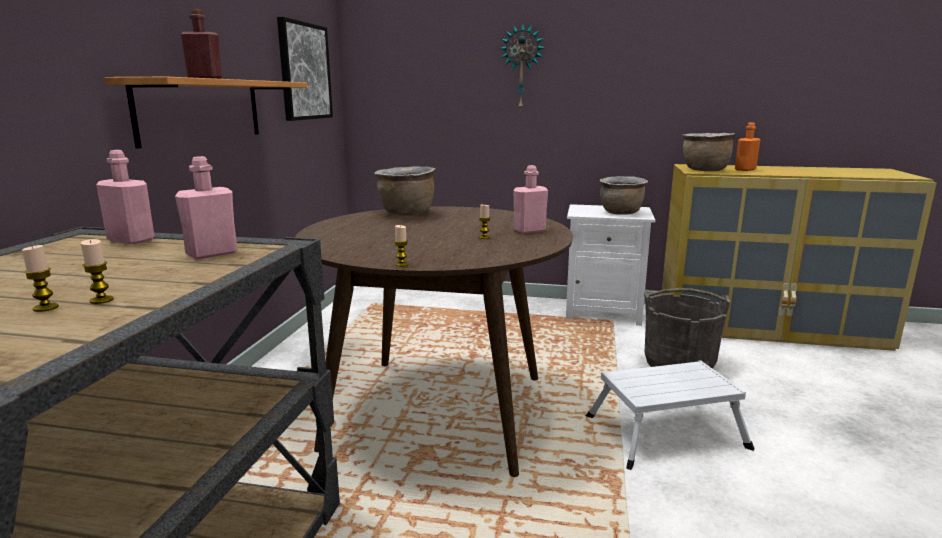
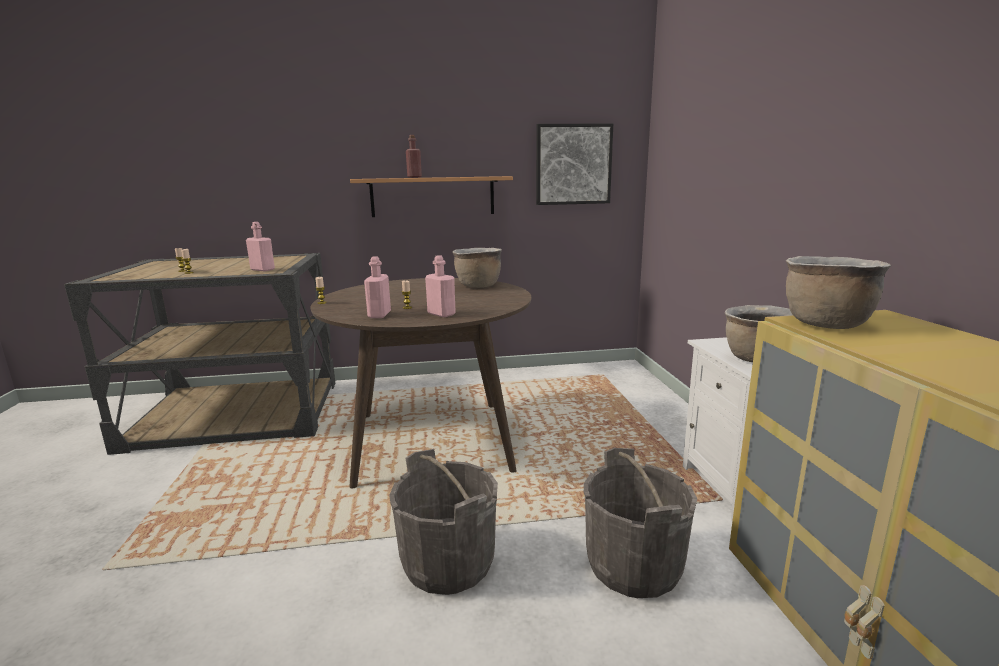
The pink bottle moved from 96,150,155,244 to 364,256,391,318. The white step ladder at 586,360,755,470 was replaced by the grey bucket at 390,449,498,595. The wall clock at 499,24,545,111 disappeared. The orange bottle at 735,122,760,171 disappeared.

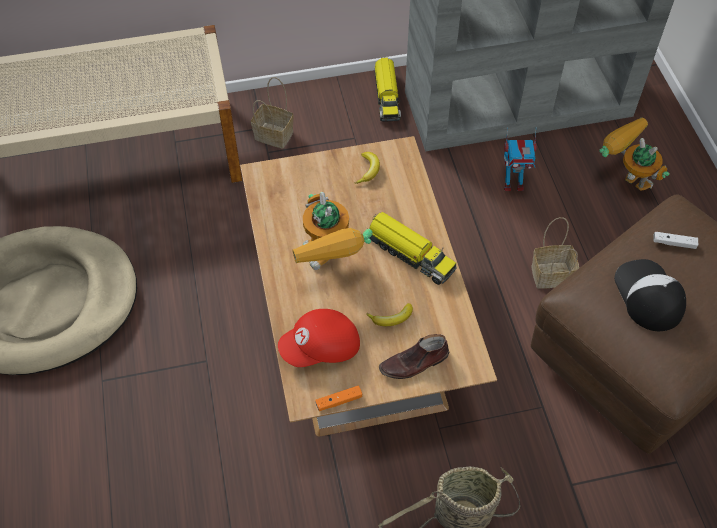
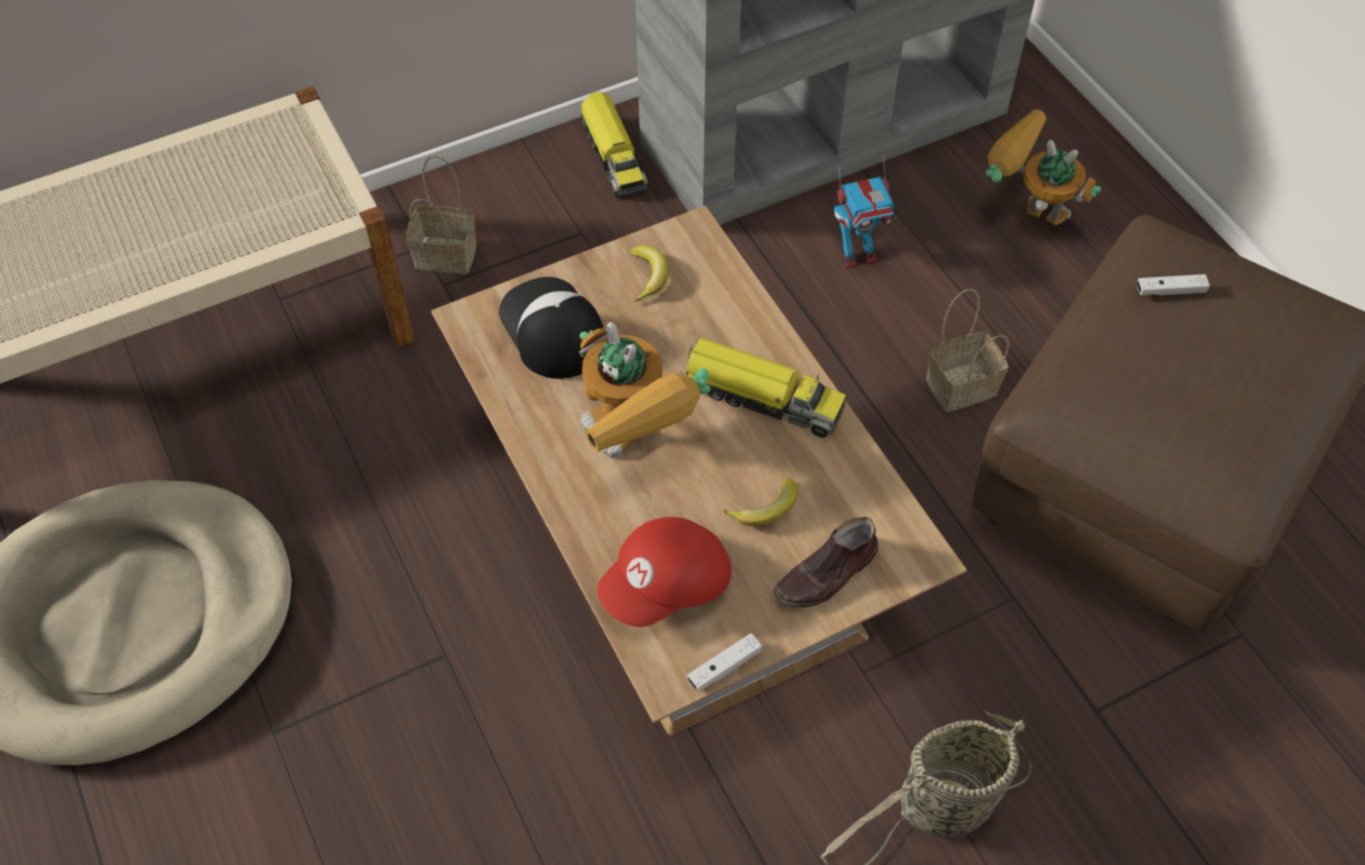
The cap moved from 614,259,686,331 to 499,277,604,379. The orange game controller at 315,385,362,411 became the white game controller at 687,633,762,692.

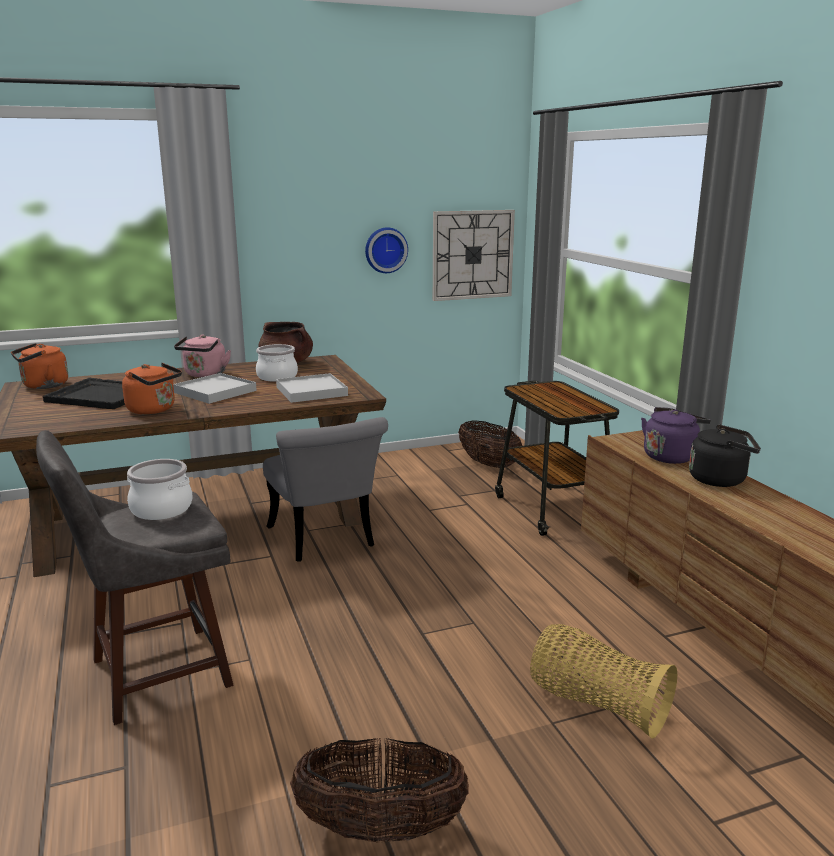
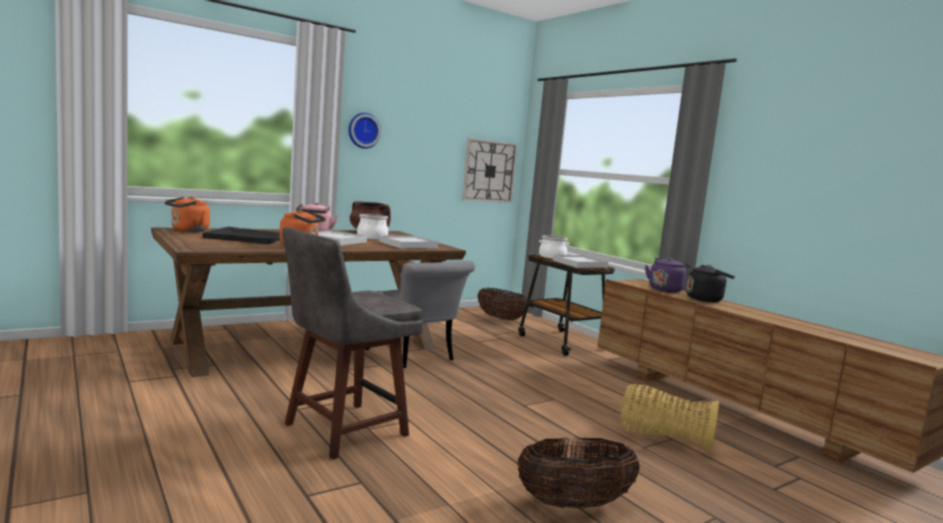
The wall clock moved from 365,227,408,273 to 348,113,381,149. The cooking pot moved from 127,459,192,520 to 539,236,569,259. The white tray at 553,255,608,268 appeared.

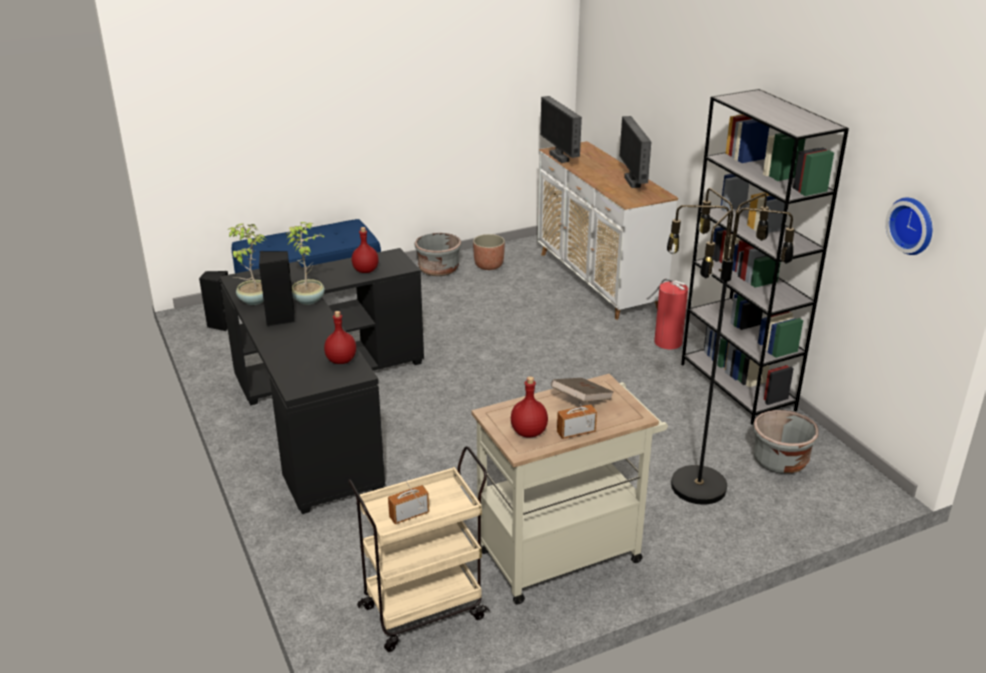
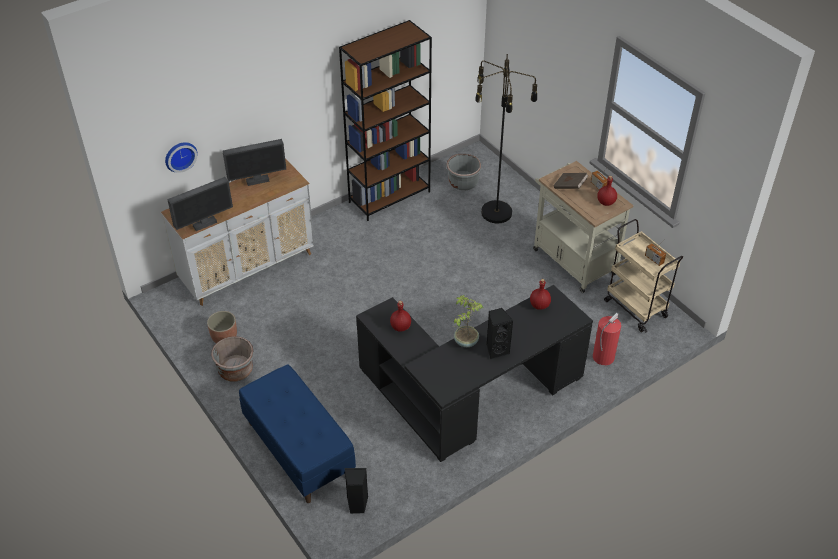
The wall clock moved from 885,198,932,255 to 165,142,197,173. The grey bookcase at 681,89,849,425 became the brown bookcase at 339,20,432,221. The fire extinguisher moved from 647,279,688,349 to 593,313,621,365. The potted plant at 227,223,266,305 disappeared.

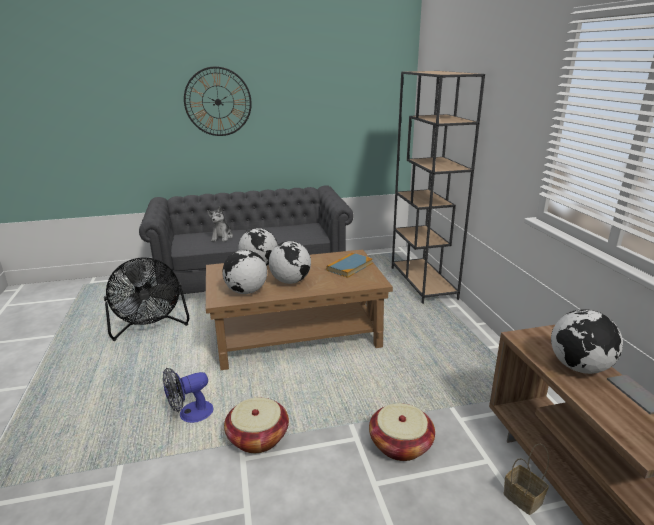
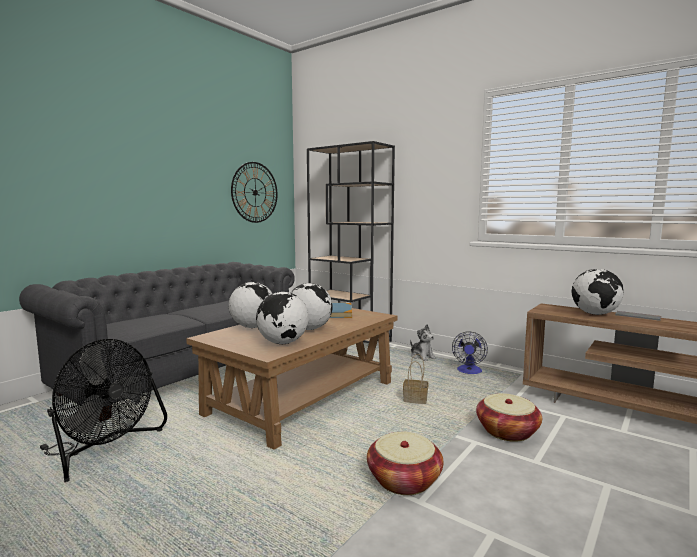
The wall clock moved from 184,66,252,136 to 231,162,278,223. The basket moved from 503,444,549,515 to 403,354,428,404. The plush toy moved from 207,206,233,242 to 410,324,436,361. The fan moved from 163,368,213,423 to 452,332,488,374.

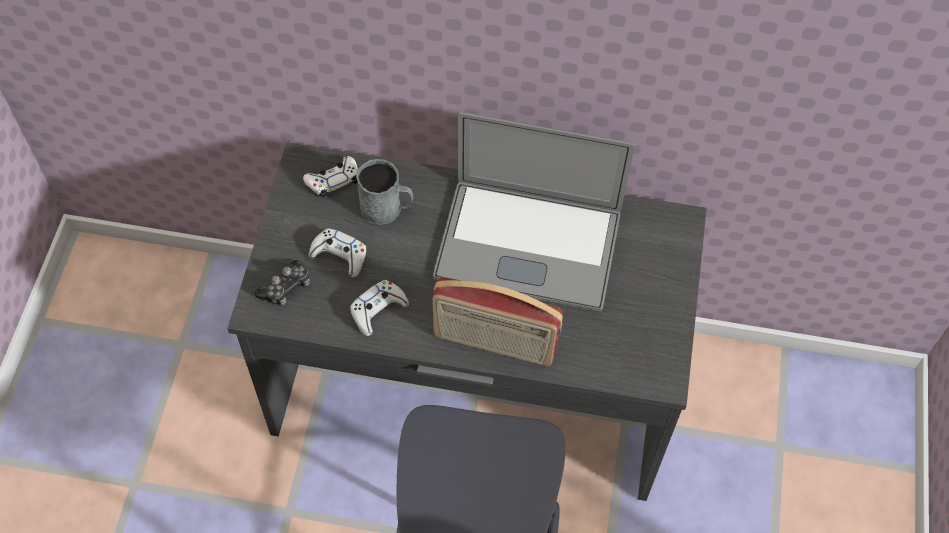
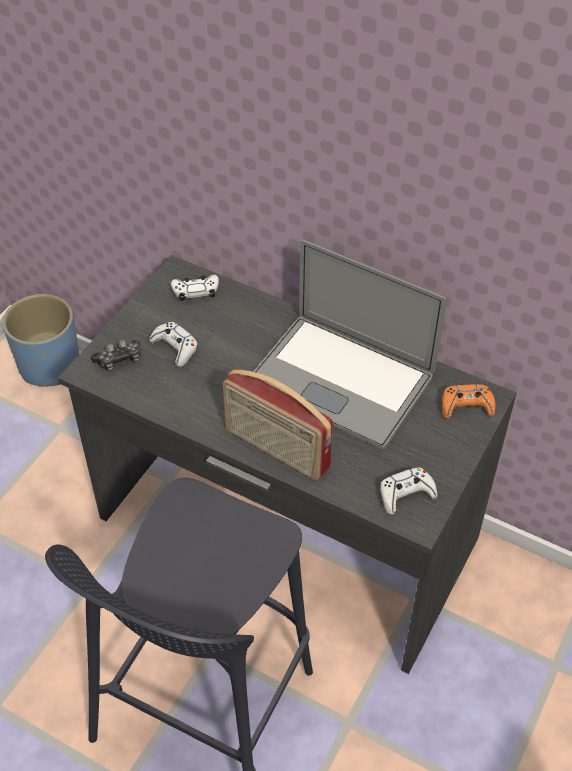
The blue planter at 2,294,79,387 appeared. The white game controller moved from 350,280,409,336 to 380,467,437,515. The orange game controller at 442,384,496,419 appeared. The grey mug at 356,159,413,225 disappeared.

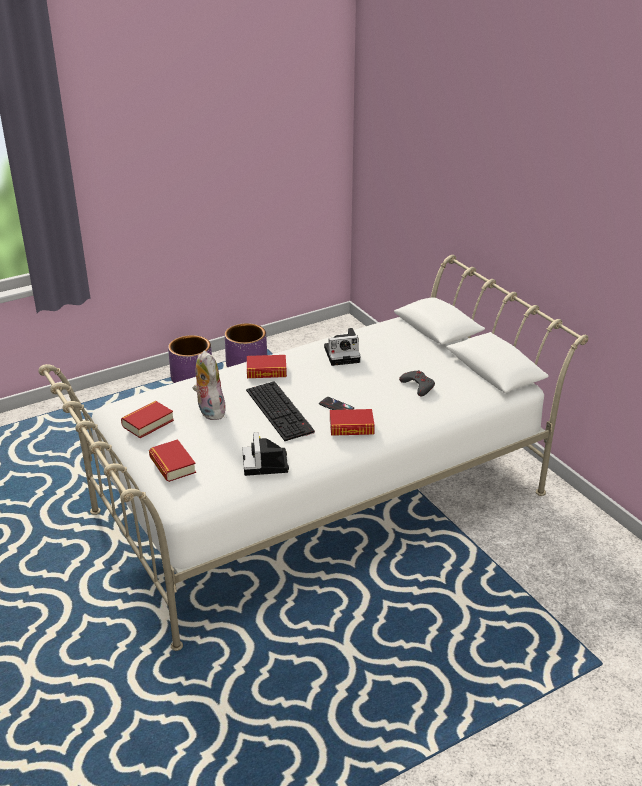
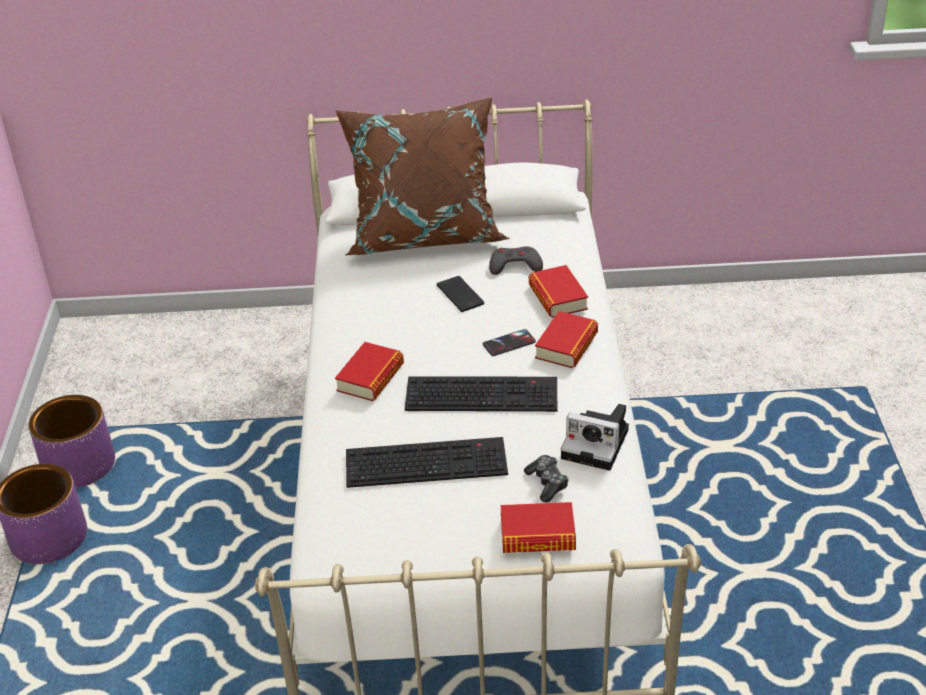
The brown pillow at 335,98,510,255 appeared. The plush toy at 193,351,226,420 was replaced by the keyboard at 346,437,508,488. The phone at 437,276,484,312 appeared. The game controller at 524,455,569,502 appeared. The book moved from 121,401,174,438 to 529,265,588,318. The photo camera at 324,328,361,366 disappeared.

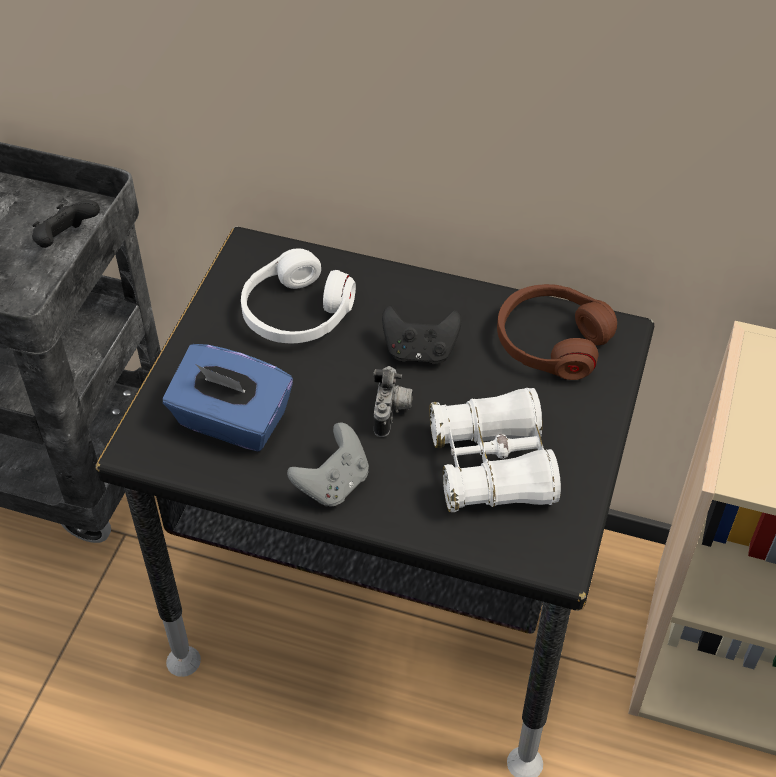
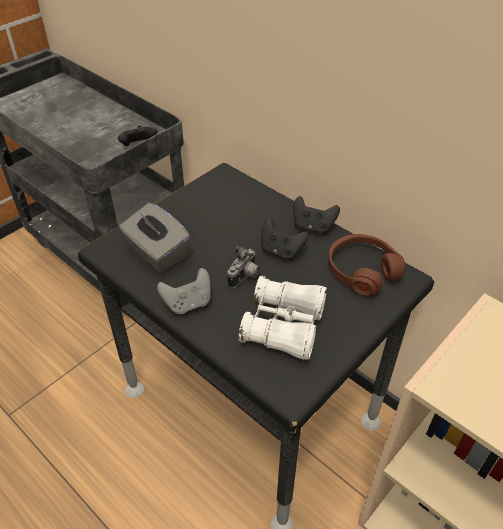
The blue tissue box at 163,344,293,451 became the grey tissue box at 119,203,190,272. The black game controller at 293,196,340,234 appeared. The white headphones at 241,249,356,343 disappeared.

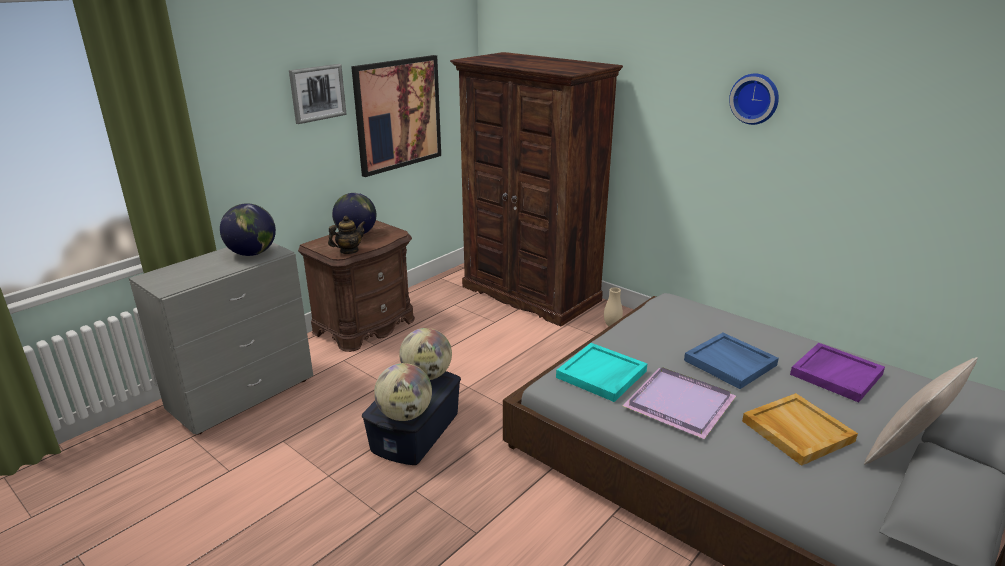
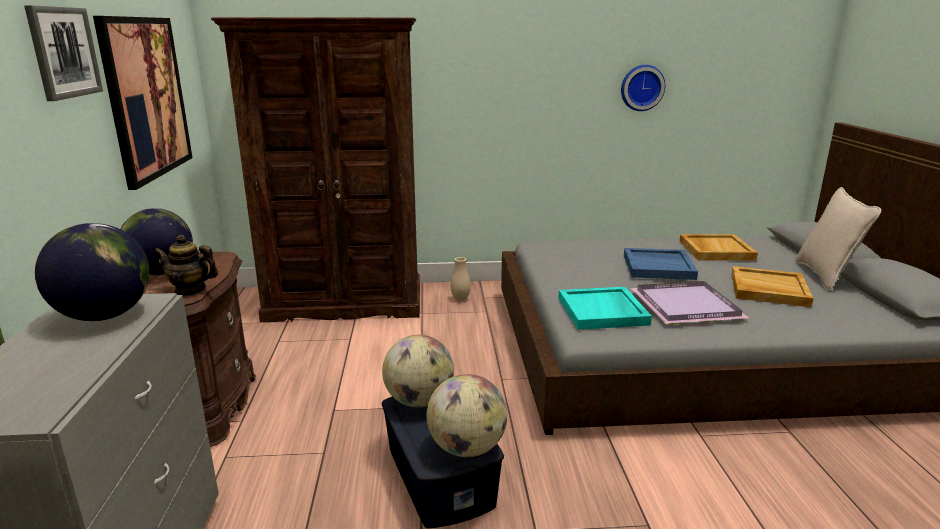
The teapot at 328,216,365,254 turned 90 degrees counterclockwise. The wall clock moved from 729,73,779,125 to 621,65,665,111. The purple tray at 790,343,885,402 became the beige tray at 679,234,758,260.

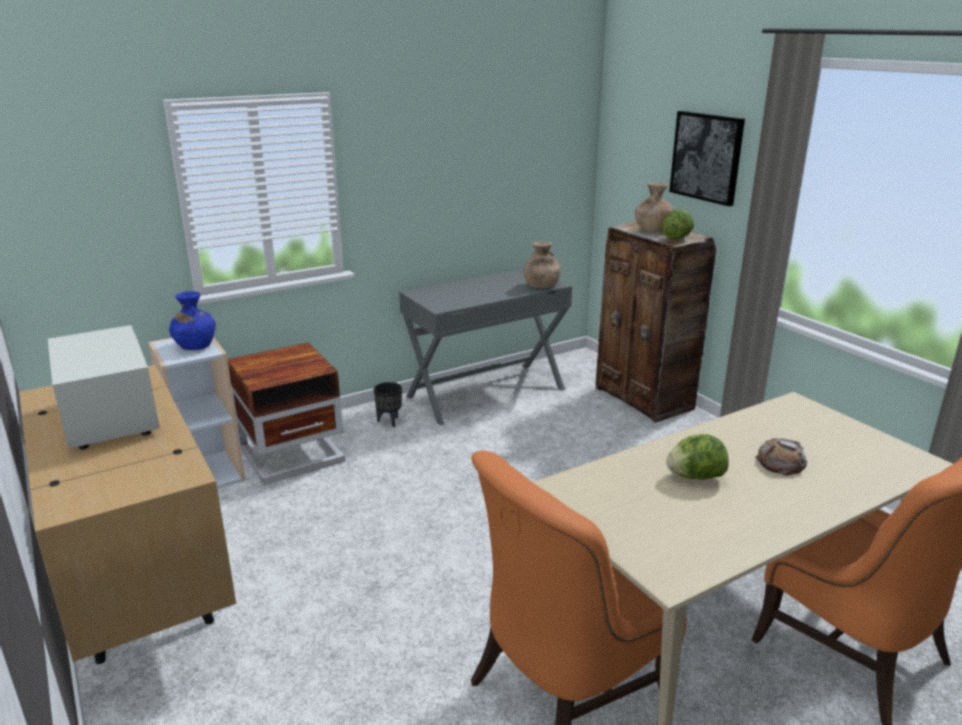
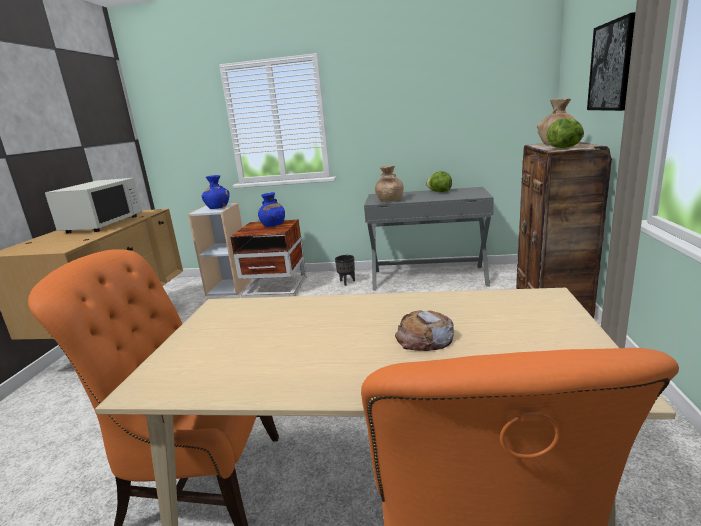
The blue vase at 258,192,285,227 appeared. The brown vase moved from 523,241,561,288 to 375,165,404,202. The lettuce moved from 667,434,729,480 to 426,171,452,192.

